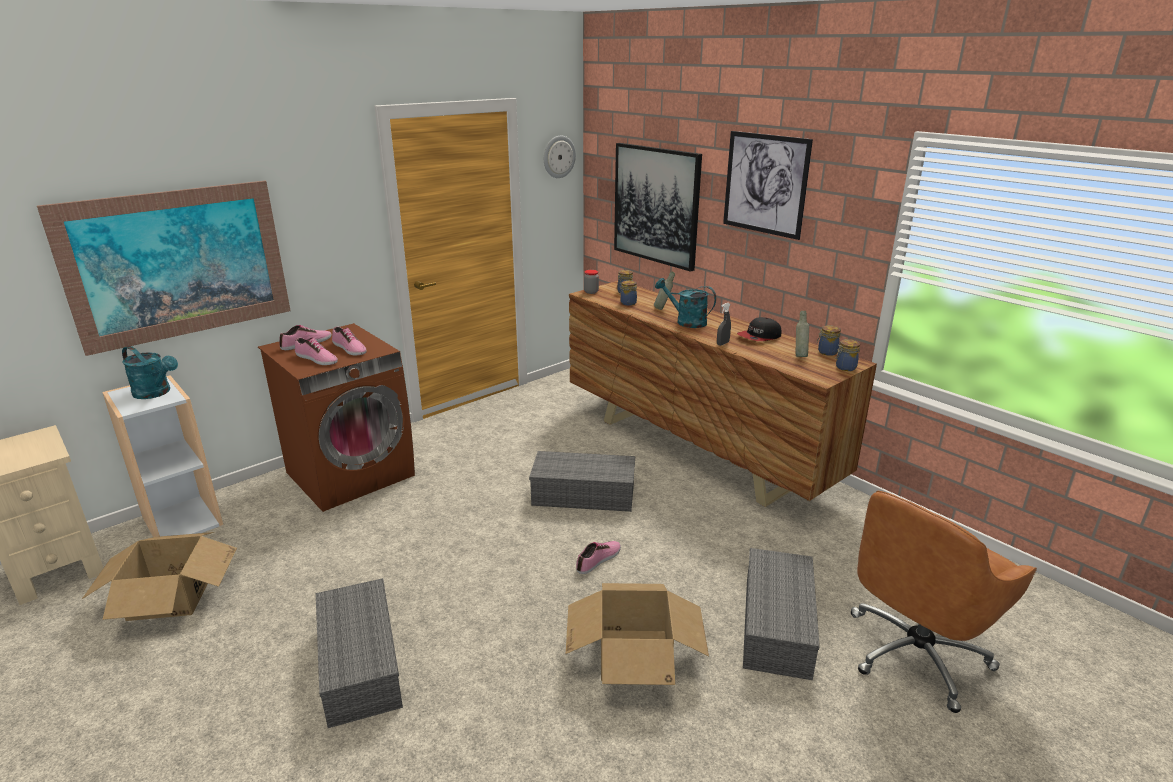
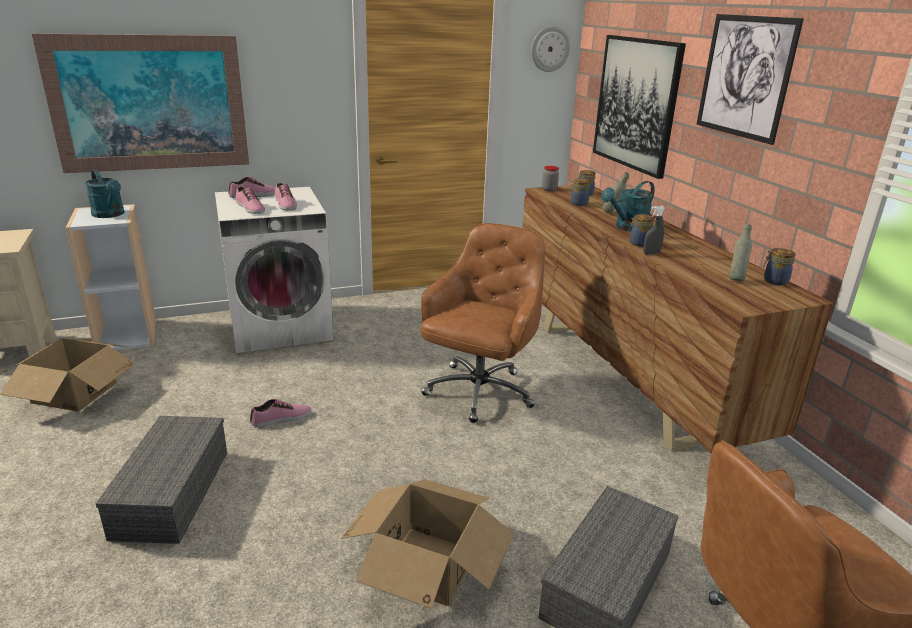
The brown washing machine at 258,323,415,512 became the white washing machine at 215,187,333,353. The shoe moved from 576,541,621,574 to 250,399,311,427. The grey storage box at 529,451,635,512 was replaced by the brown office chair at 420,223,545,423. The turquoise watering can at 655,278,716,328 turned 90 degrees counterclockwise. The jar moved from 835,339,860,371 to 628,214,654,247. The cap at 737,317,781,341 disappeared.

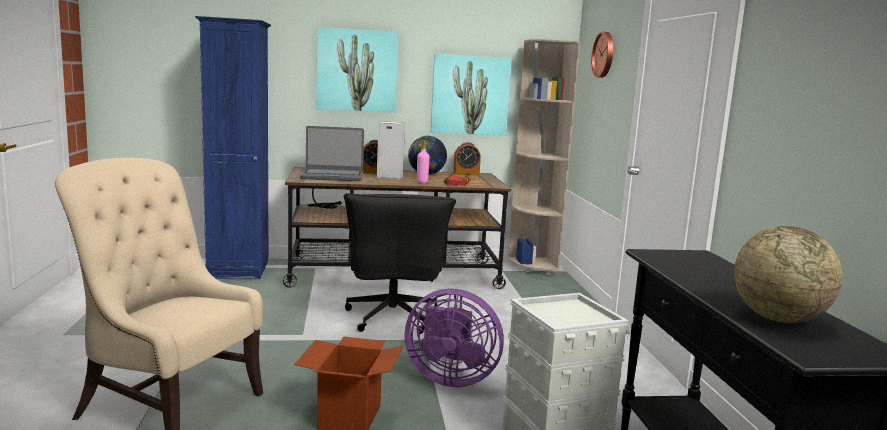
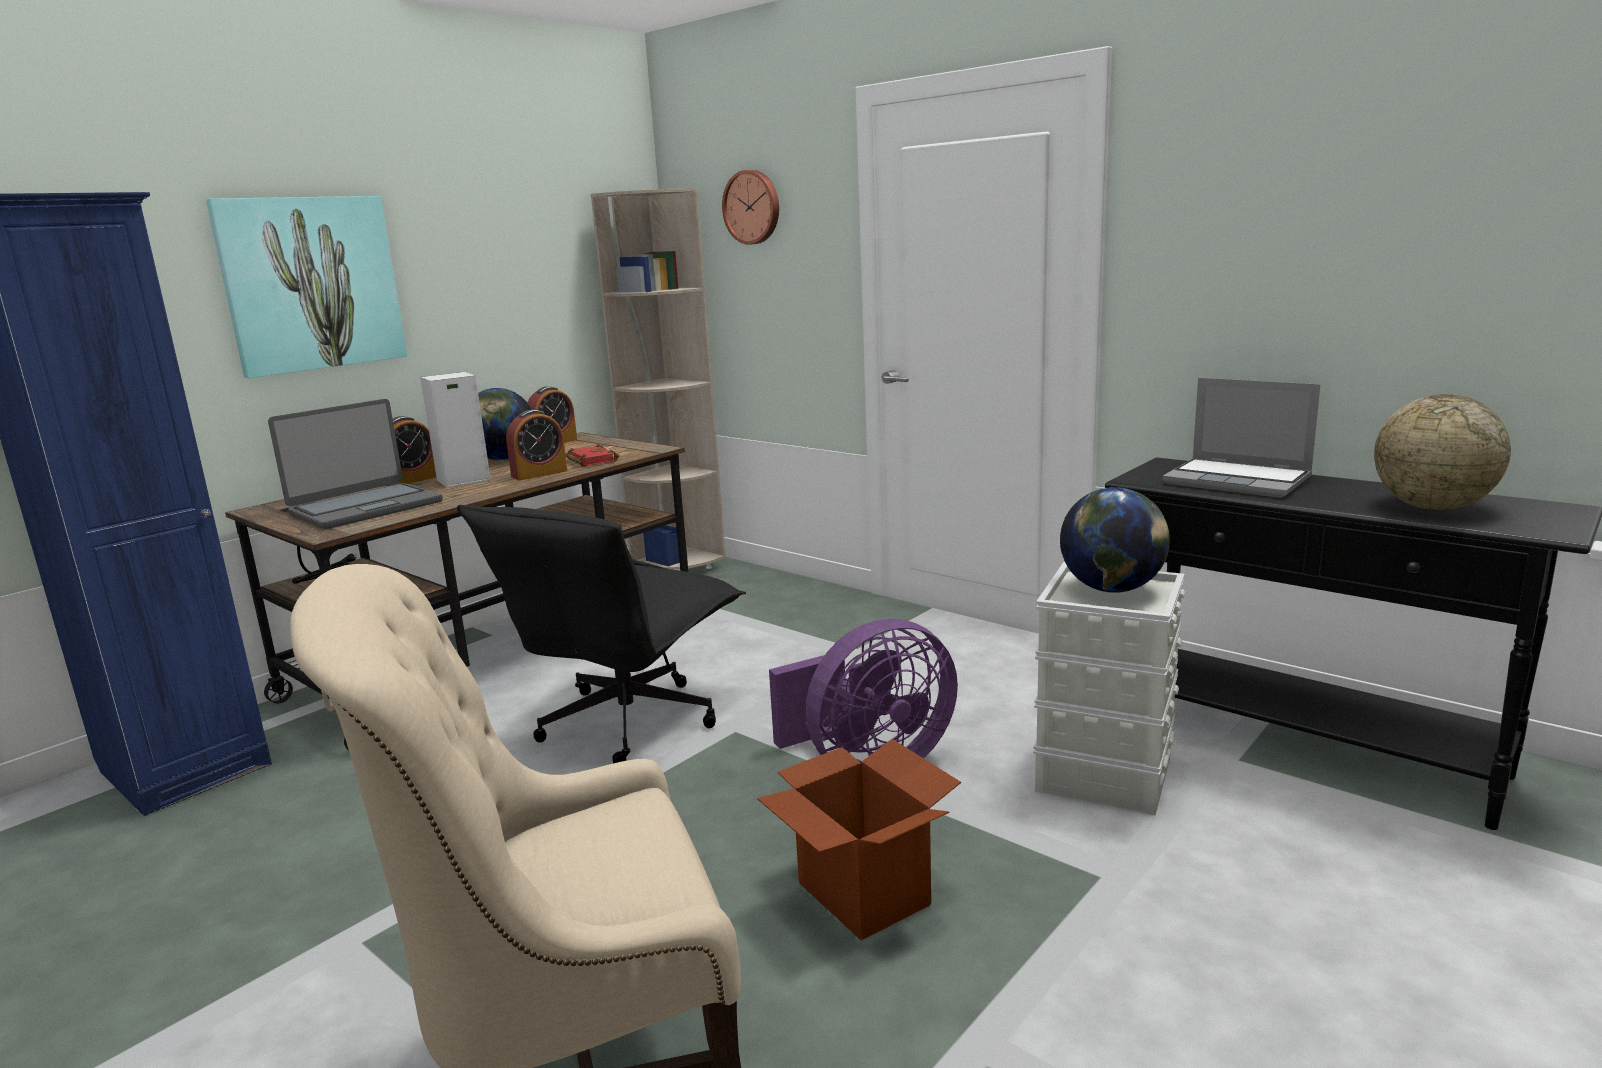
The black office chair at 344,193,456,334 turned 75 degrees clockwise. The pink bottle at 417,140,430,183 was replaced by the alarm clock at 506,410,567,480. The globe at 1060,487,1170,593 appeared. The laptop at 1162,378,1321,498 appeared. The picture at 431,54,512,136 disappeared.

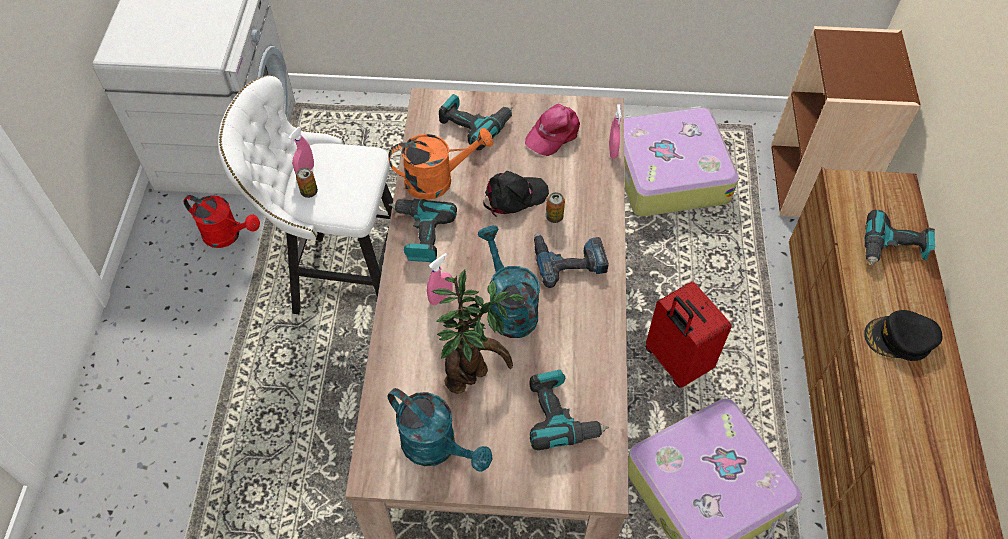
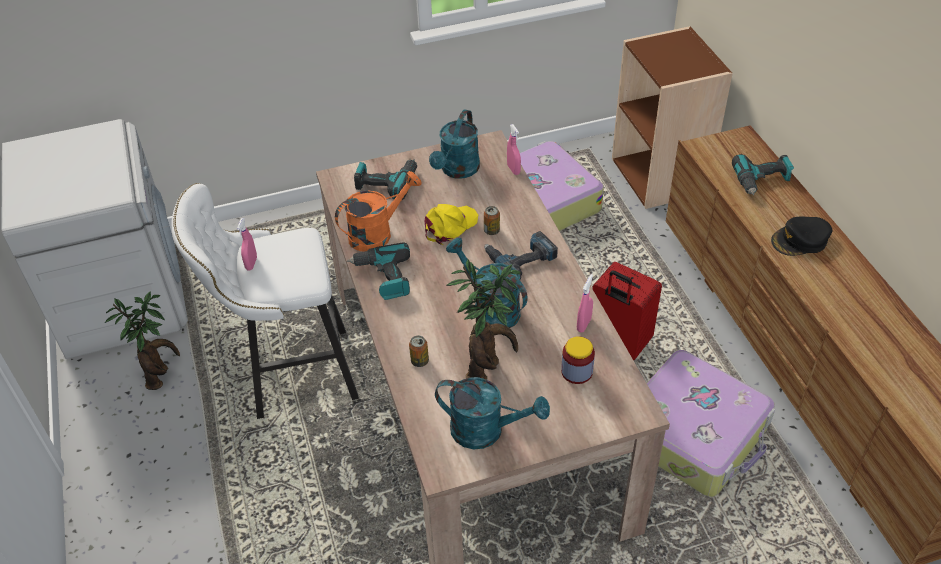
The red watering can at 183,195,260,248 was replaced by the potted plant at 105,291,180,390. The can moved from 296,168,318,198 to 409,336,429,367. The black cap at 483,171,549,217 became the yellow cap at 425,204,478,245. The pink cap at 525,104,580,156 was replaced by the turquoise watering can at 429,109,480,179. The power drill at 530,370,609,450 was replaced by the jar at 561,336,595,384. The pink spray bottle moved from 427,253,453,305 to 577,274,593,333.

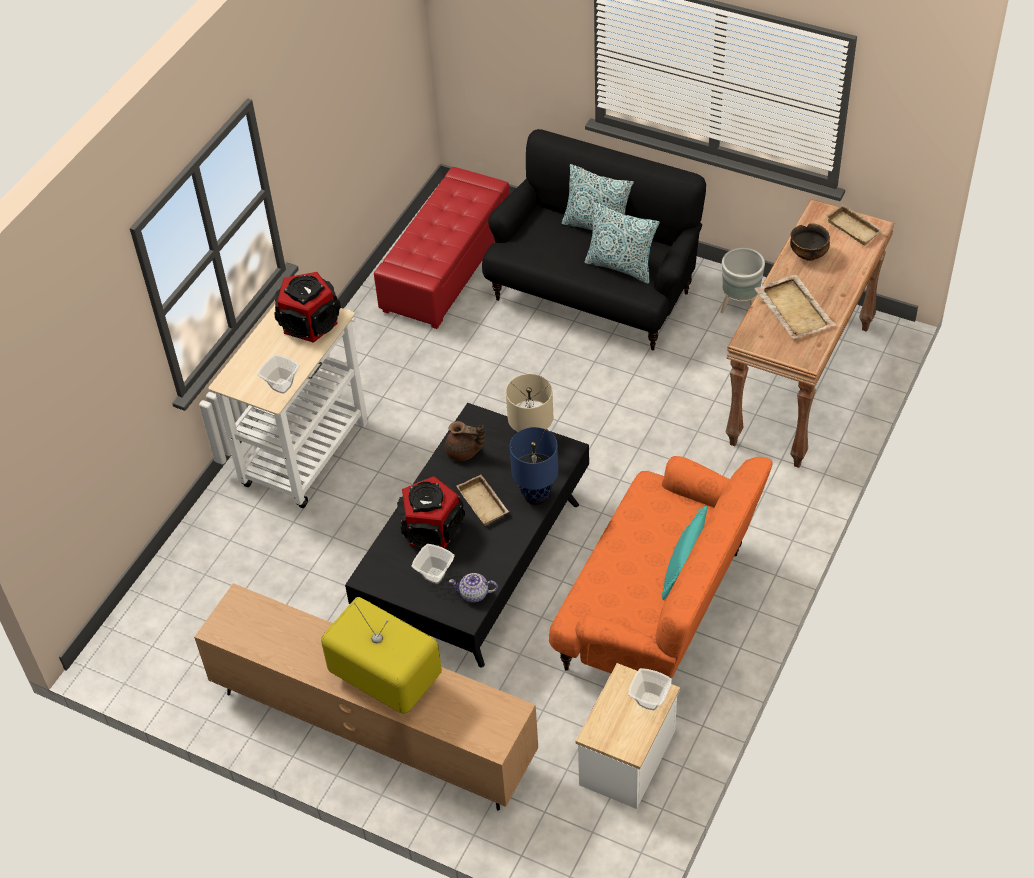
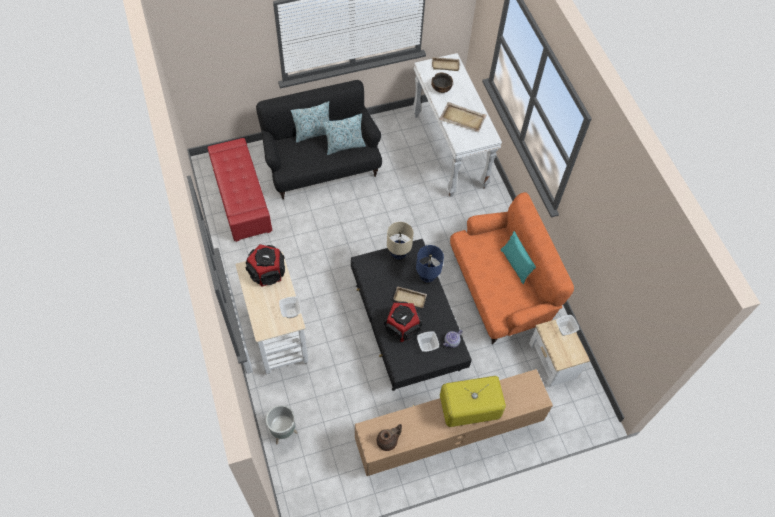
The grey planter moved from 721,248,765,313 to 266,405,298,444. The brown teapot moved from 445,421,485,461 to 377,424,402,451. The brown console table at 726,199,895,468 became the white console table at 413,53,502,197.

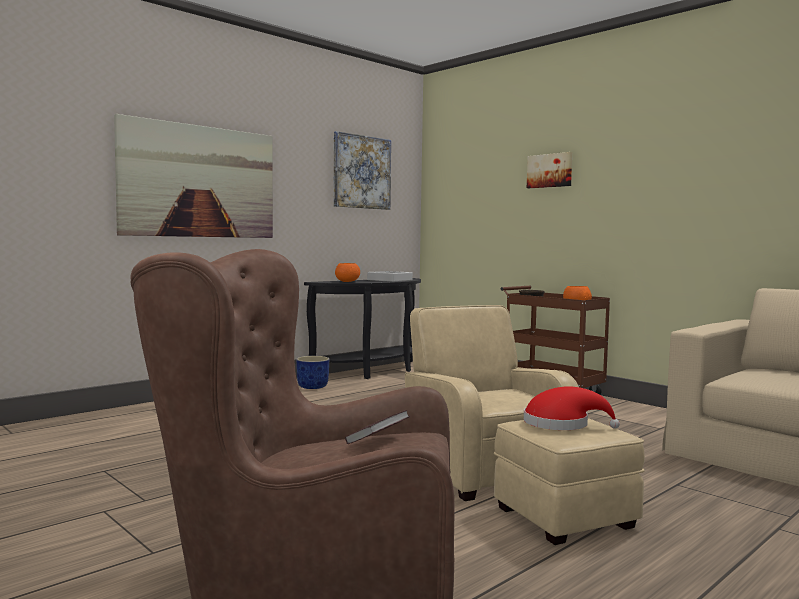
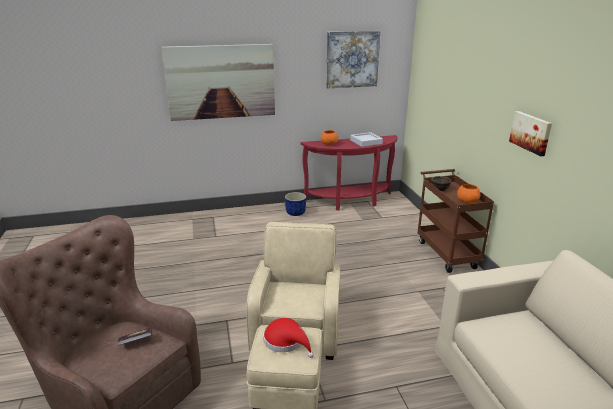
The black console table at 304,278,421,379 became the red console table at 300,135,397,211. The picture moved from 527,152,572,188 to 509,111,552,156.

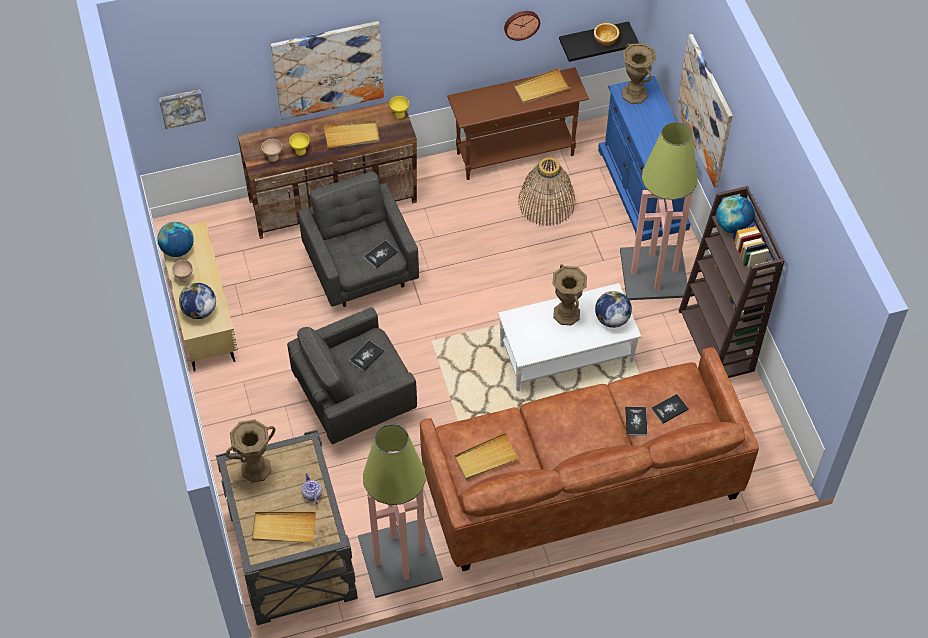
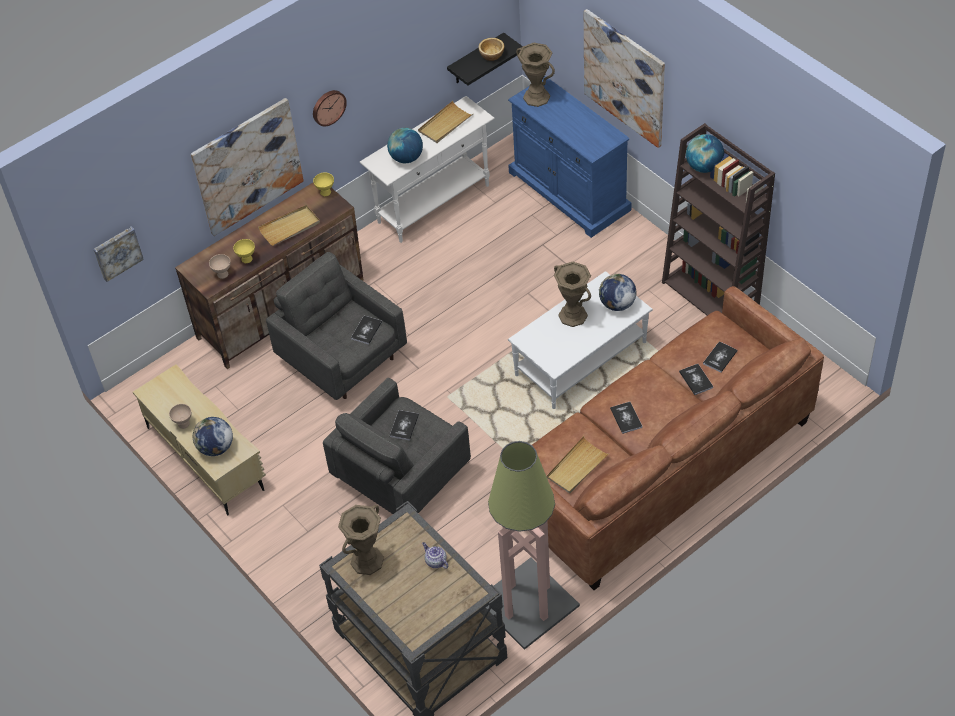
The wall clock moved from 504,11,540,41 to 313,90,347,126. The brown console table at 447,67,589,180 became the white console table at 360,96,495,243. The globe moved from 157,221,194,257 to 387,128,423,163. The book at 610,402,642,434 appeared. The beige tray at 252,512,316,543 disappeared. The basket at 518,157,575,226 disappeared. The floor lamp at 620,122,698,300 disappeared.

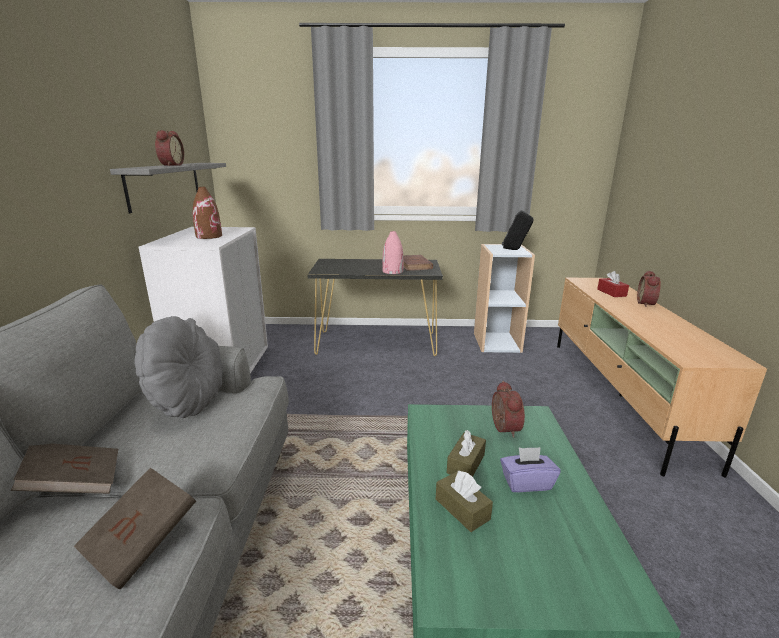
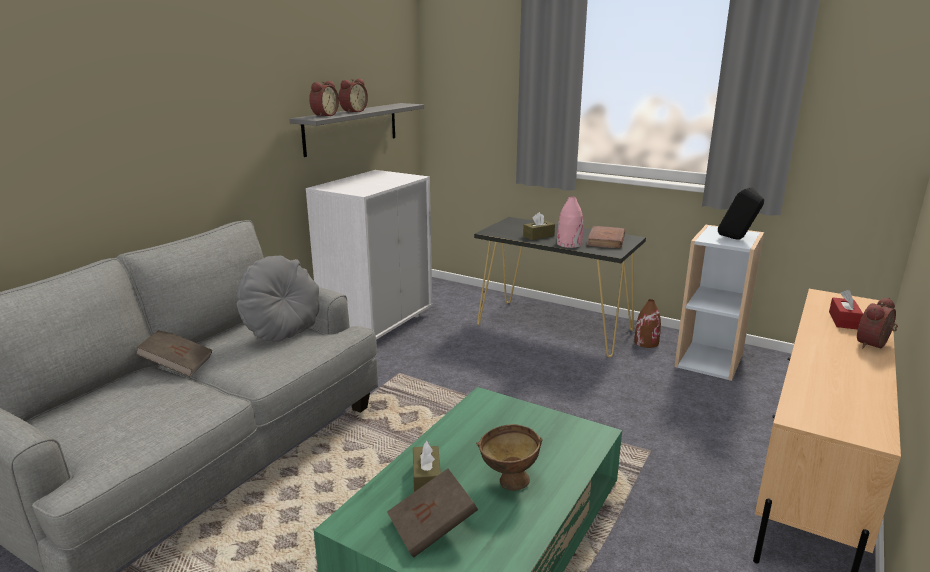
The alarm clock moved from 492,381,525,438 to 309,81,339,117. The brown book moved from 74,468,196,589 to 387,468,478,558. The purple tissue box at 500,447,560,492 was replaced by the brown bowl at 476,424,542,491. The brown tissue box moved from 447,430,486,477 to 523,212,555,240. The brown vase moved from 193,187,222,239 to 634,299,661,348.

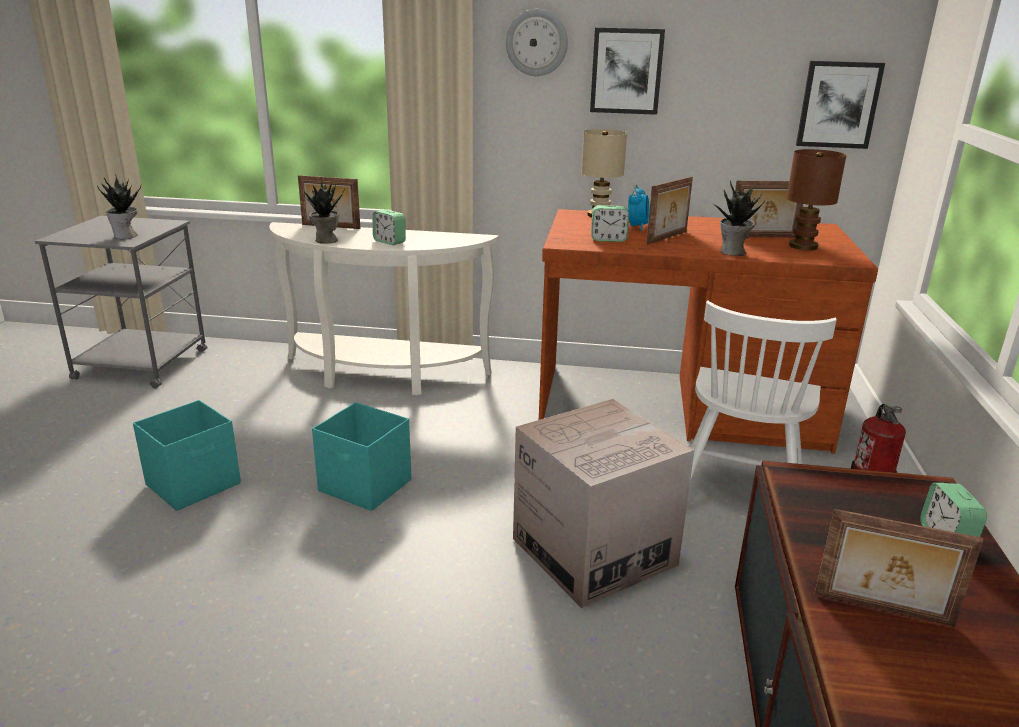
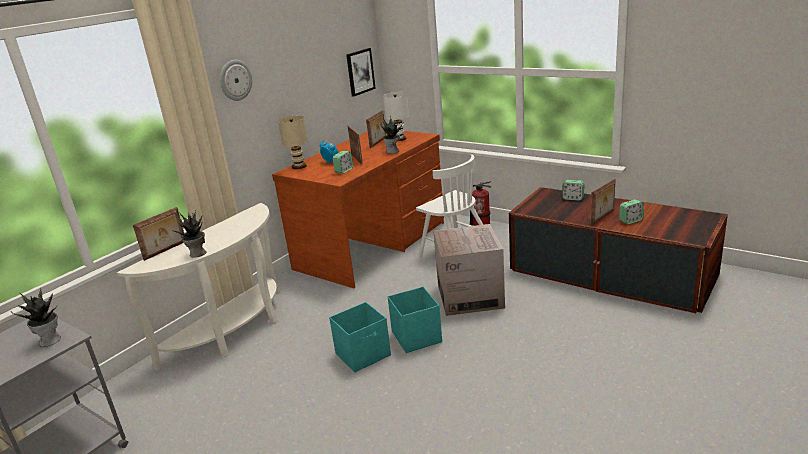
The brown table lamp at 786,149,847,250 became the white table lamp at 383,92,409,141. The turquoise storage box moved from 133,400,241,511 to 388,287,442,353. The alarm clock moved from 372,210,406,245 to 619,199,644,224. The picture at 590,27,665,115 disappeared.

